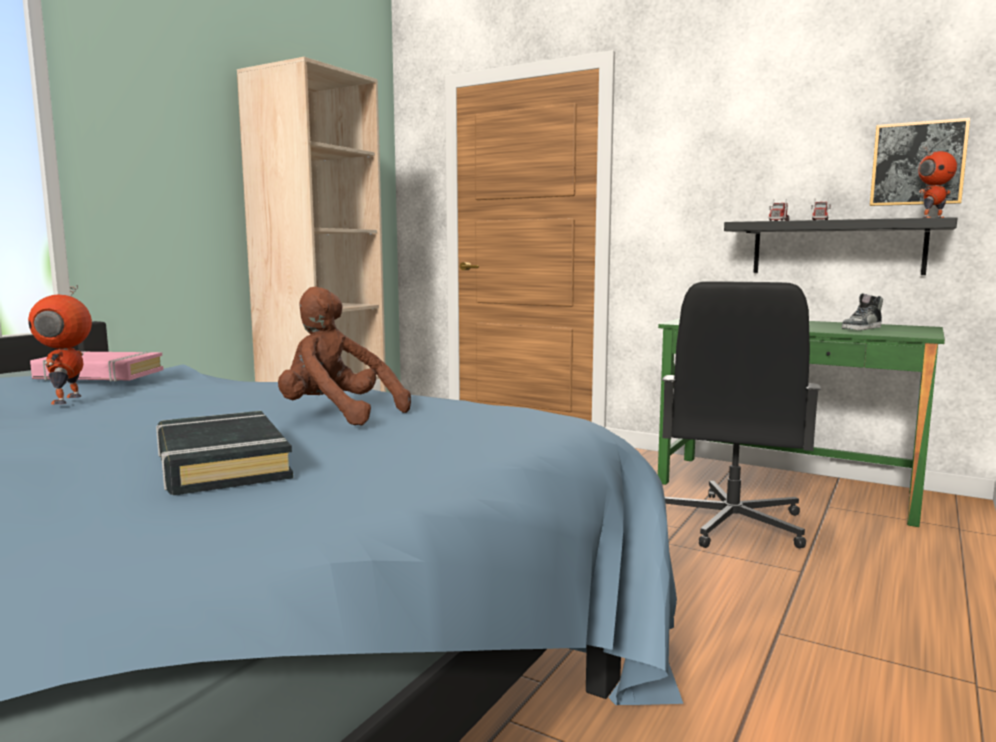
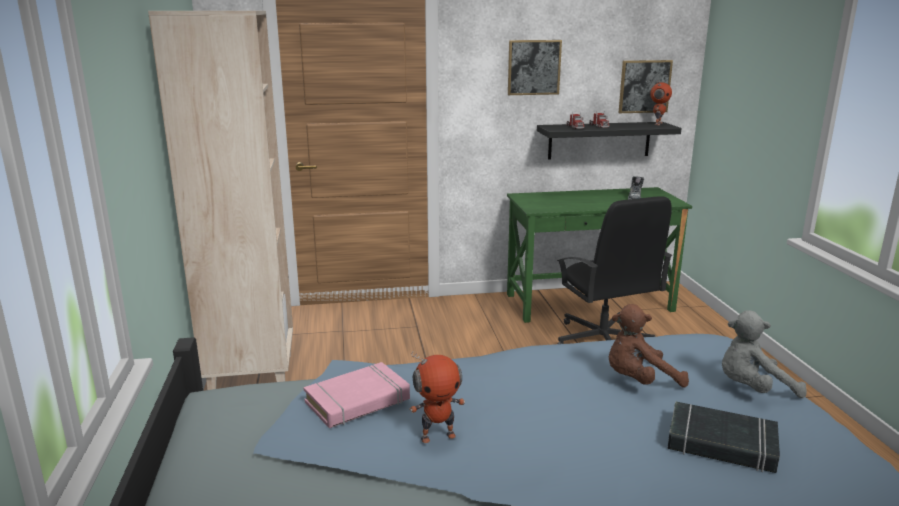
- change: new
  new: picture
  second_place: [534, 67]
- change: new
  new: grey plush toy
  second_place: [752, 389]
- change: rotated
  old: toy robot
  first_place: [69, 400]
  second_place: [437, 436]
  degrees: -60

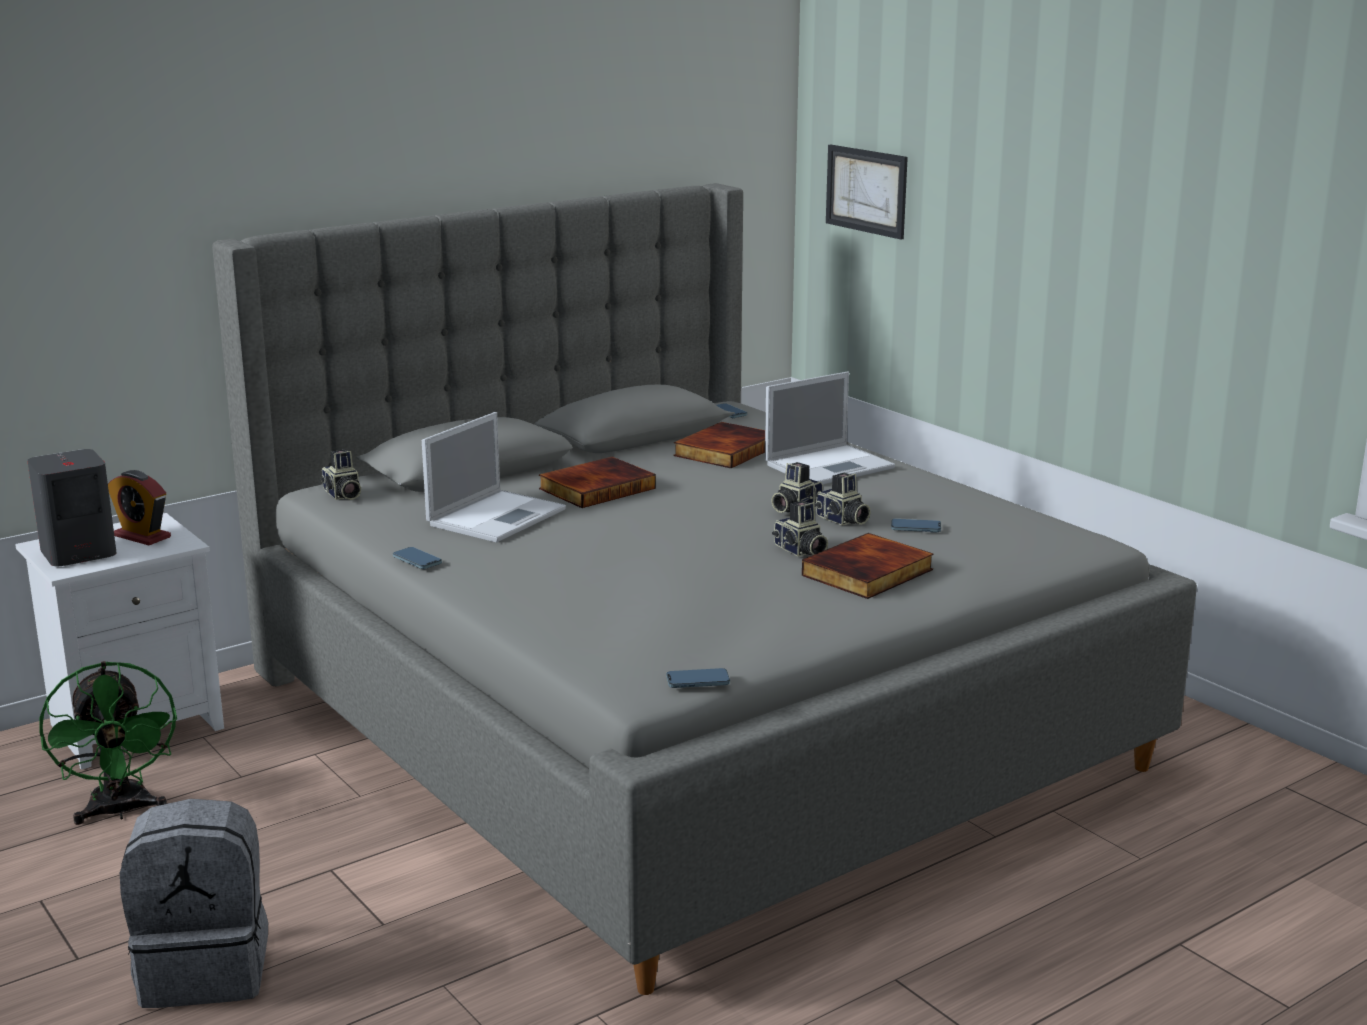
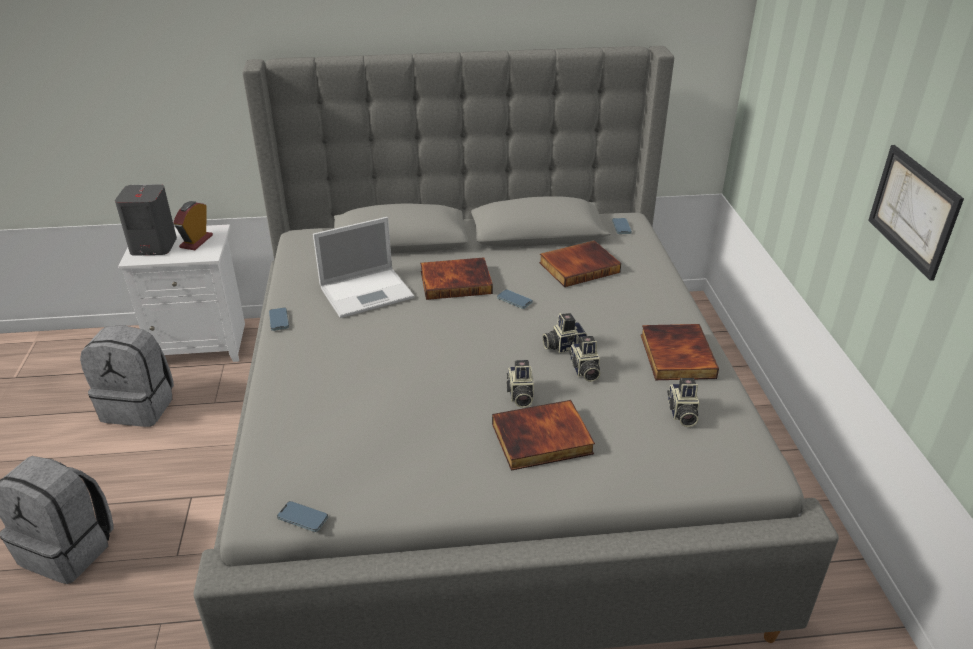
- change: gone
  old: laptop
  first_place: [830, 466]
- change: new
  new: book
  second_place: [675, 355]
- change: shifted
  old: photo camera
  first_place: [342, 495]
  second_place: [681, 413]
- change: shifted
  old: picture
  first_place: [866, 190]
  second_place: [914, 210]
- change: shifted
  old: phone
  first_place: [915, 528]
  second_place: [514, 300]
- change: swapped
  old: green fan
  new: grey backpack
  first_place: [120, 811]
  second_place: [140, 406]
- change: rotated
  old: alarm clock
  first_place: [142, 536]
  second_place: [196, 241]
  degrees: 45

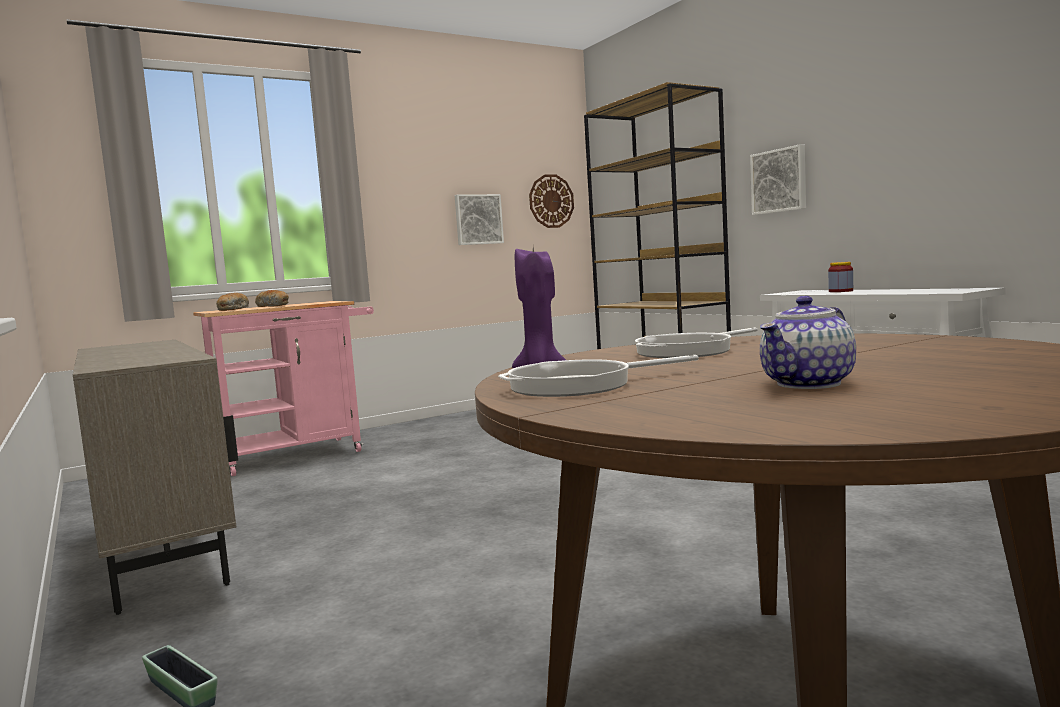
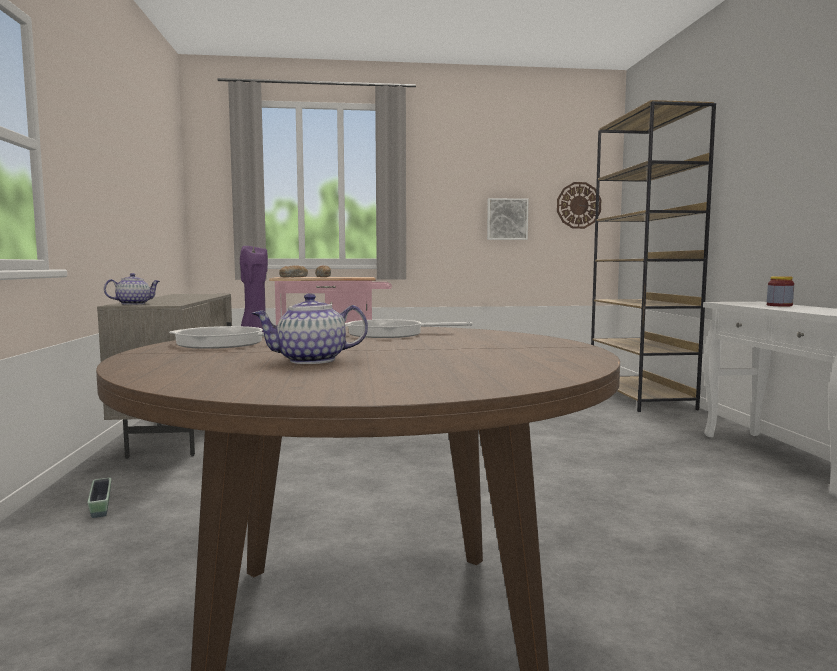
- change: gone
  old: picture
  first_place: [779, 181]
- change: new
  new: teapot
  second_place: [133, 304]

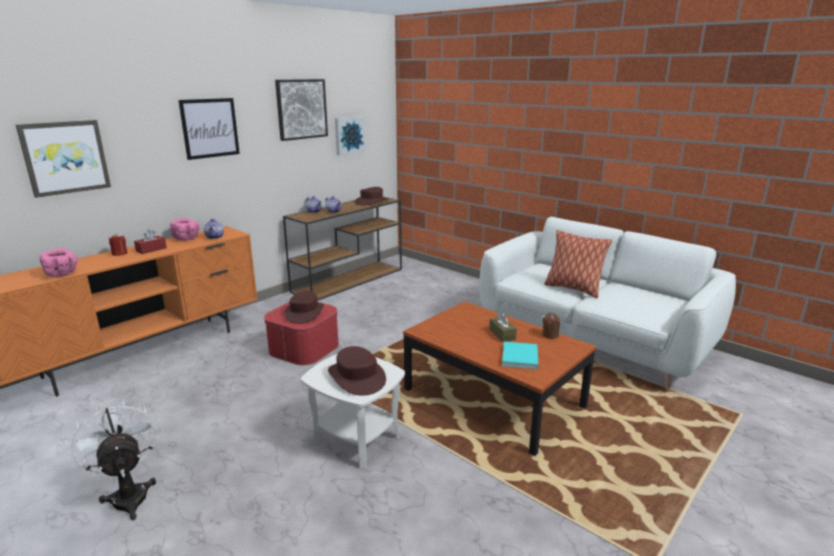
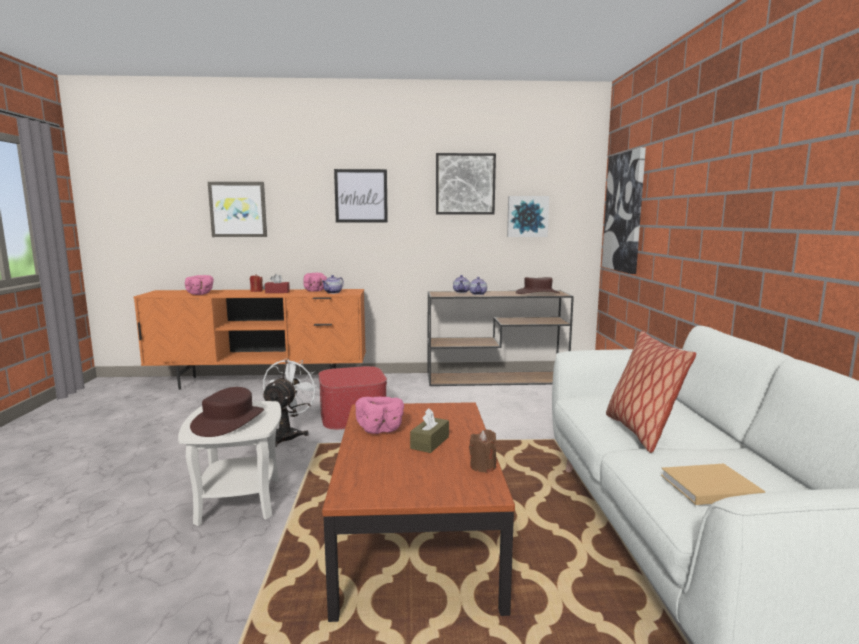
- change: gone
  old: brown hat
  first_place: [304, 313]
- change: gone
  old: turquoise book
  first_place: [520, 357]
- change: new
  new: pink bowl
  second_place: [381, 429]
- change: new
  new: picture
  second_place: [624, 212]
- change: new
  new: beige book
  second_place: [707, 487]
- change: shifted
  old: white fan
  first_place: [129, 494]
  second_place: [288, 434]

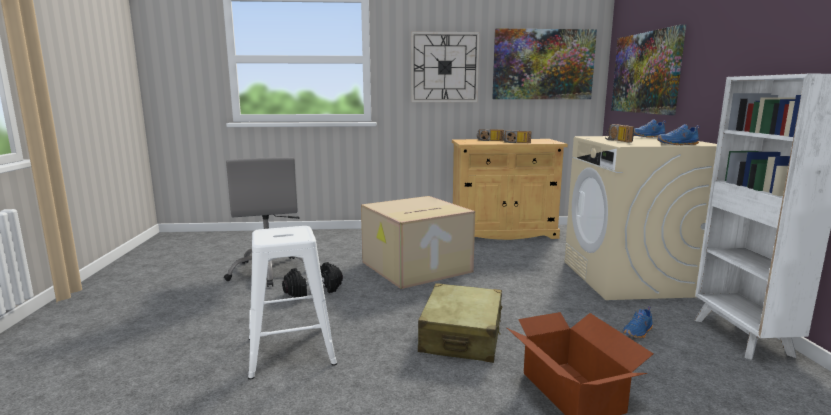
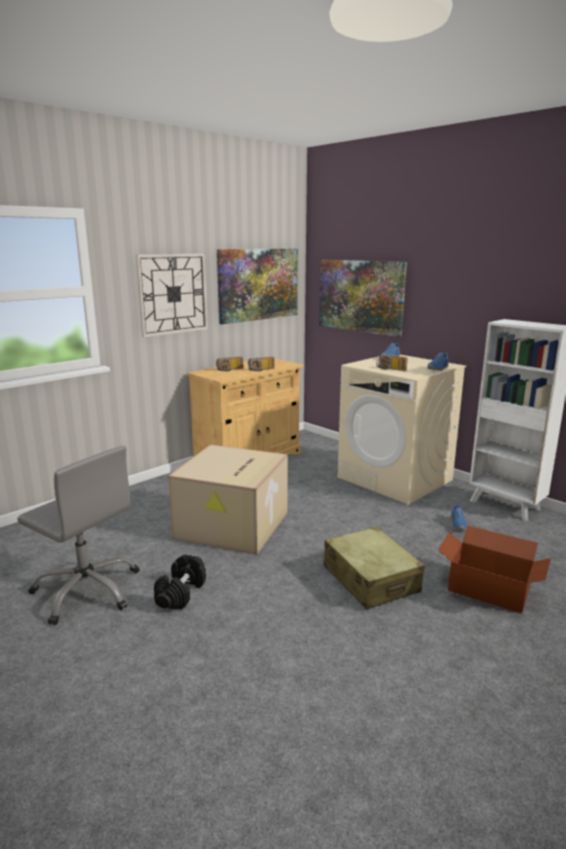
- change: gone
  old: white stool
  first_place: [291, 350]

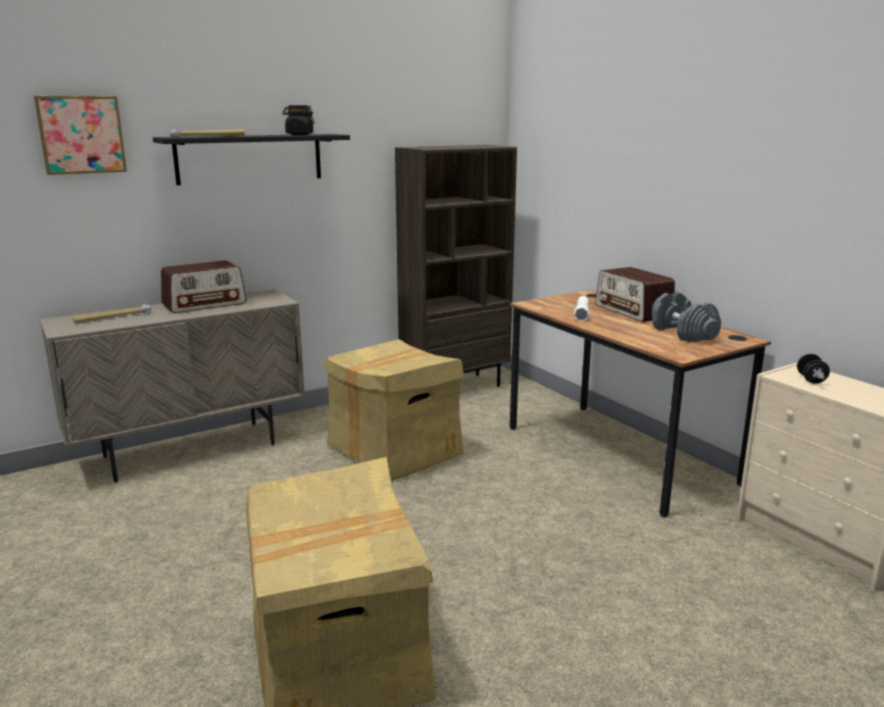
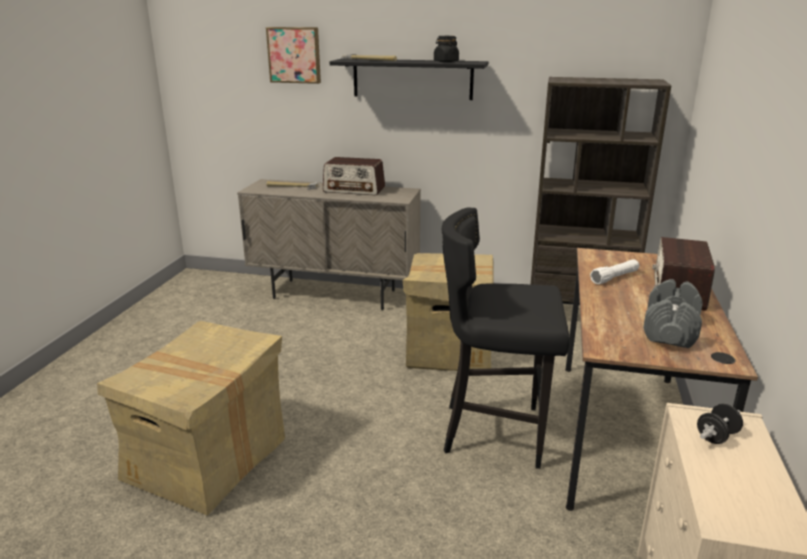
- change: new
  new: black stool
  second_place: [495, 432]

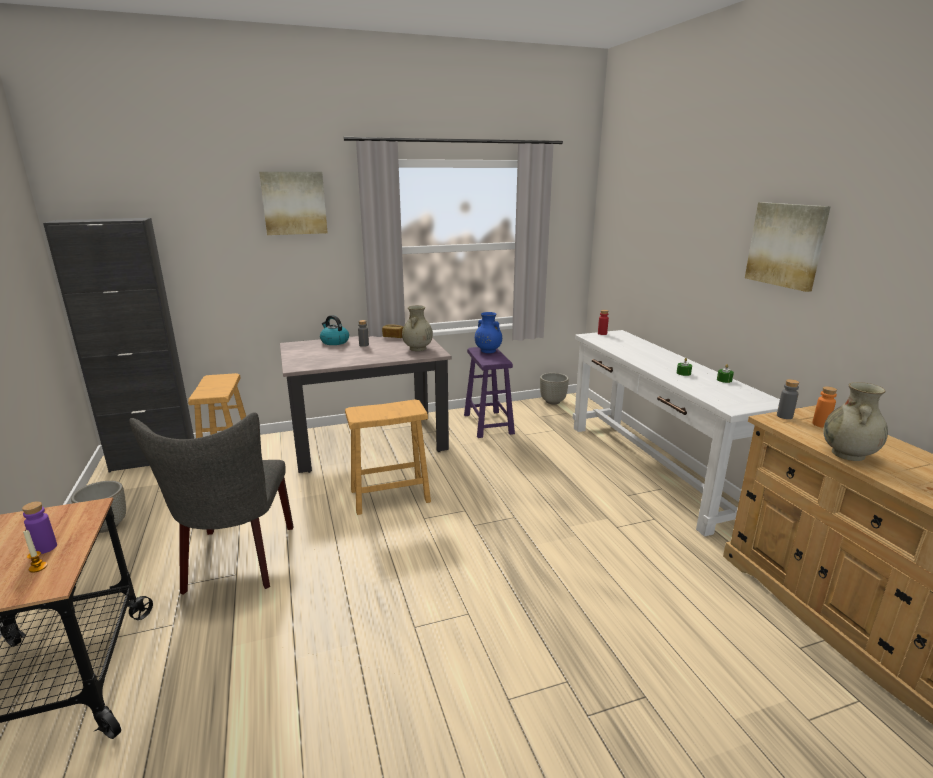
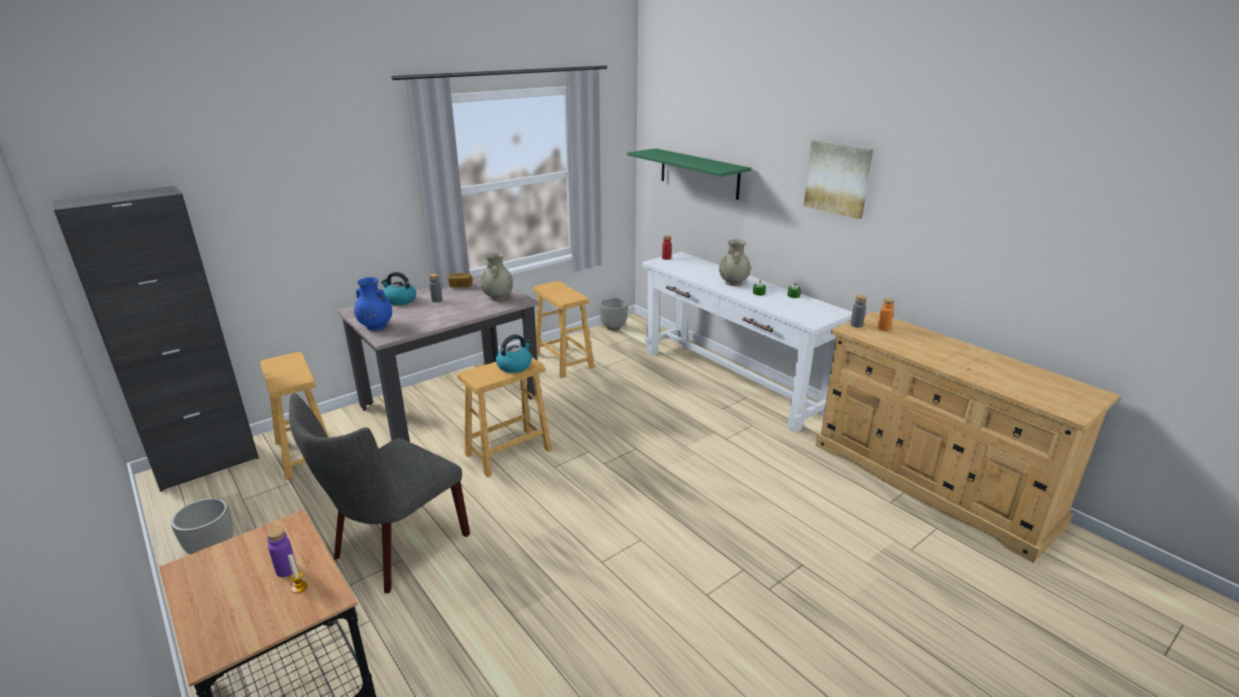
- change: gone
  old: picture
  first_place: [294, 203]
- change: new
  new: kettle
  second_place: [515, 366]
- change: new
  new: green shelf
  second_place: [699, 173]
- change: shifted
  old: blue vase
  first_place: [487, 351]
  second_place: [375, 326]
- change: shifted
  old: beige vase
  first_place: [848, 455]
  second_place: [733, 283]
- change: repainted
  old: purple stool
  new: brown stool
  first_place: [488, 424]
  second_place: [563, 361]
- change: rotated
  old: grey chair
  first_place: [237, 563]
  second_place: [394, 549]
  degrees: 60

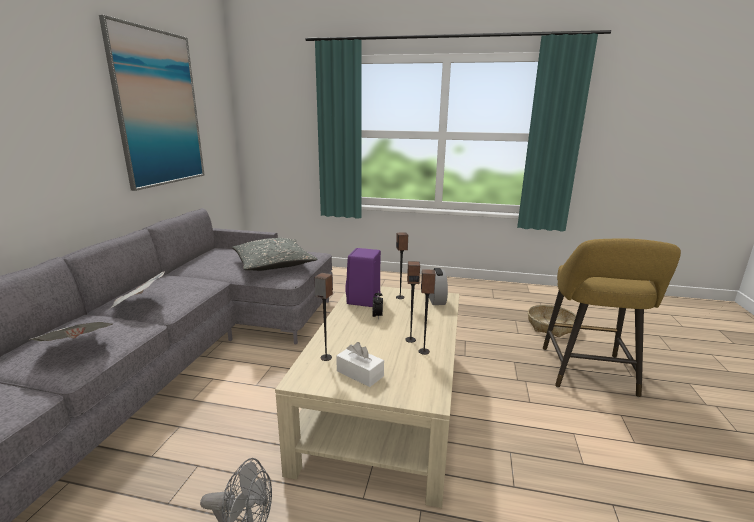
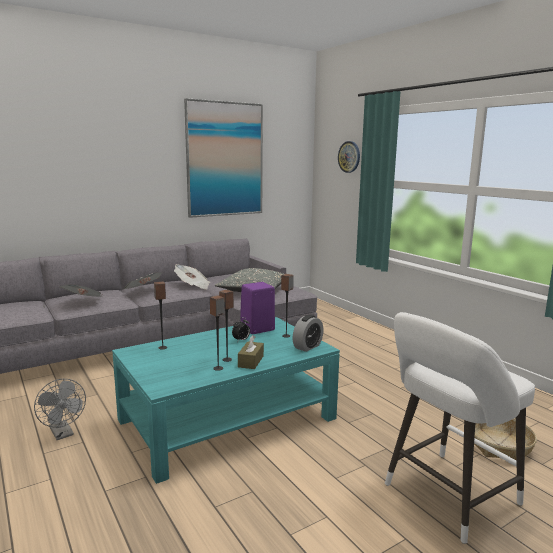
- change: gone
  old: white tissue box
  first_place: [360, 373]
- change: new
  new: newspaper
  second_place: [193, 286]
- change: new
  new: brown tissue box
  second_place: [251, 361]
- change: new
  new: wall clock
  second_place: [349, 157]
- change: repainted
  old: beige coffee table
  new: turquoise coffee table
  first_place: [385, 404]
  second_place: [228, 418]
- change: repainted
  old: yellow stool
  new: white stool
  first_place: [589, 374]
  second_place: [446, 497]

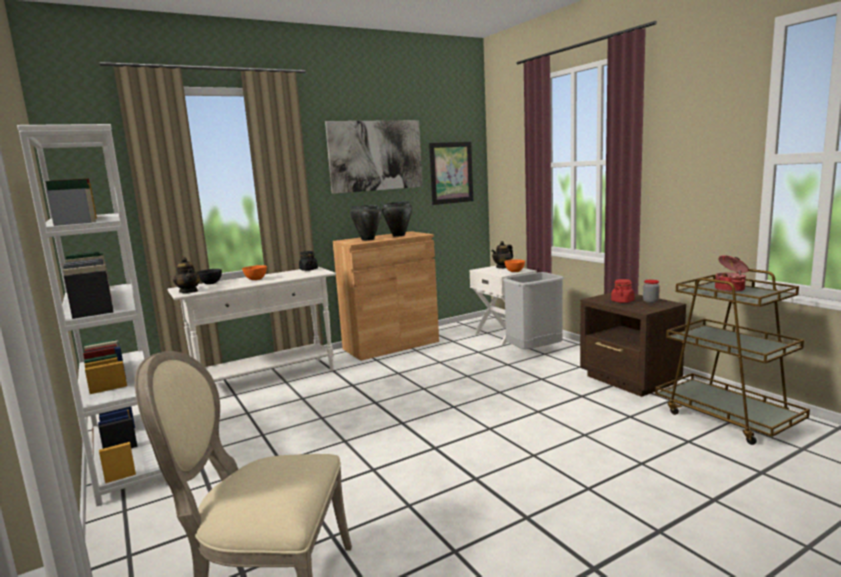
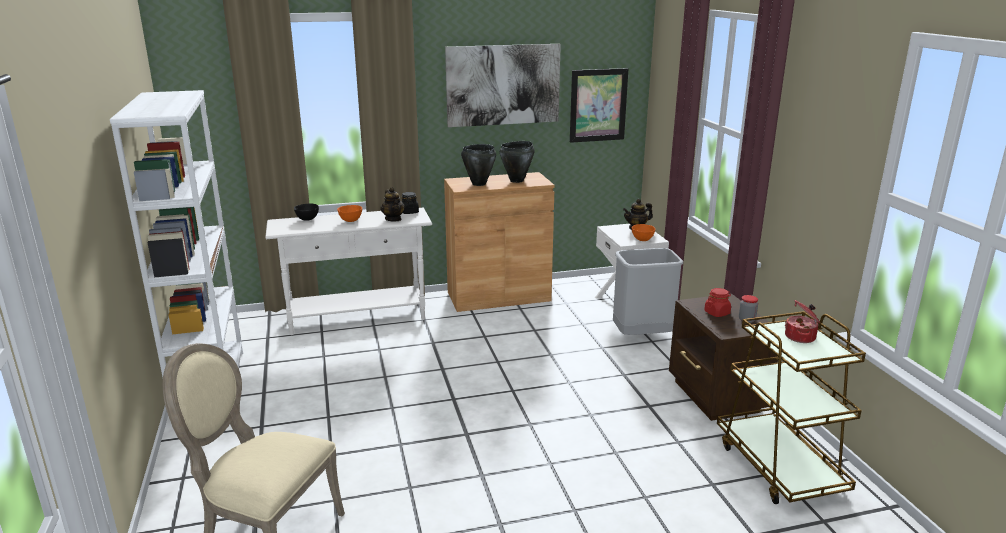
- change: shifted
  old: teapot
  first_place: [189, 291]
  second_place: [393, 219]

